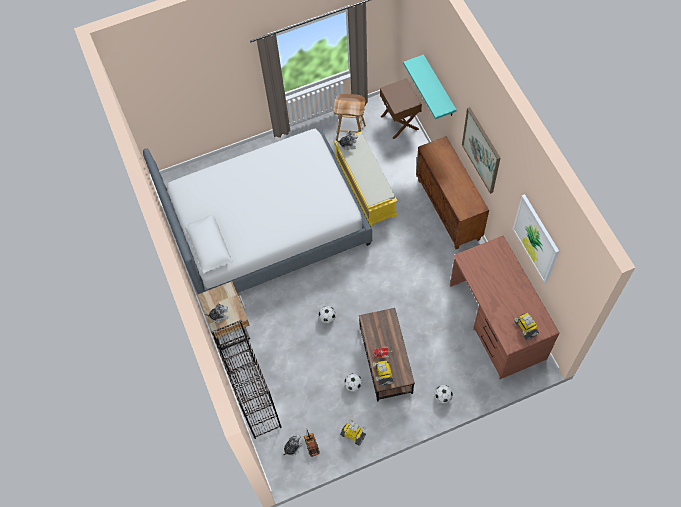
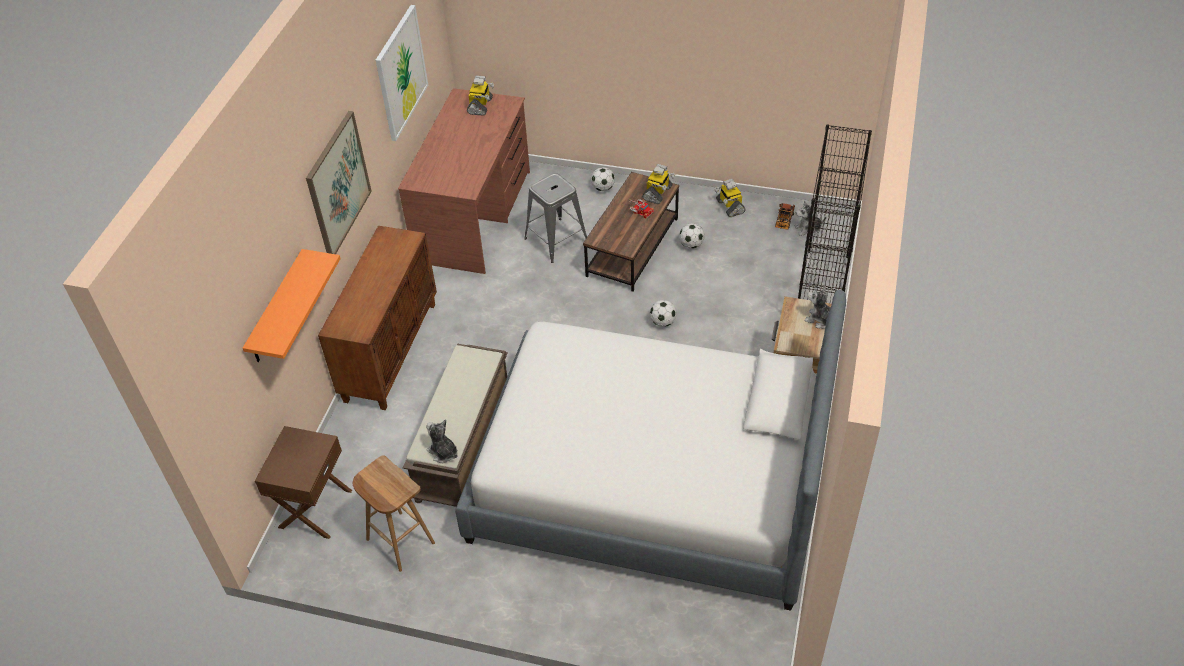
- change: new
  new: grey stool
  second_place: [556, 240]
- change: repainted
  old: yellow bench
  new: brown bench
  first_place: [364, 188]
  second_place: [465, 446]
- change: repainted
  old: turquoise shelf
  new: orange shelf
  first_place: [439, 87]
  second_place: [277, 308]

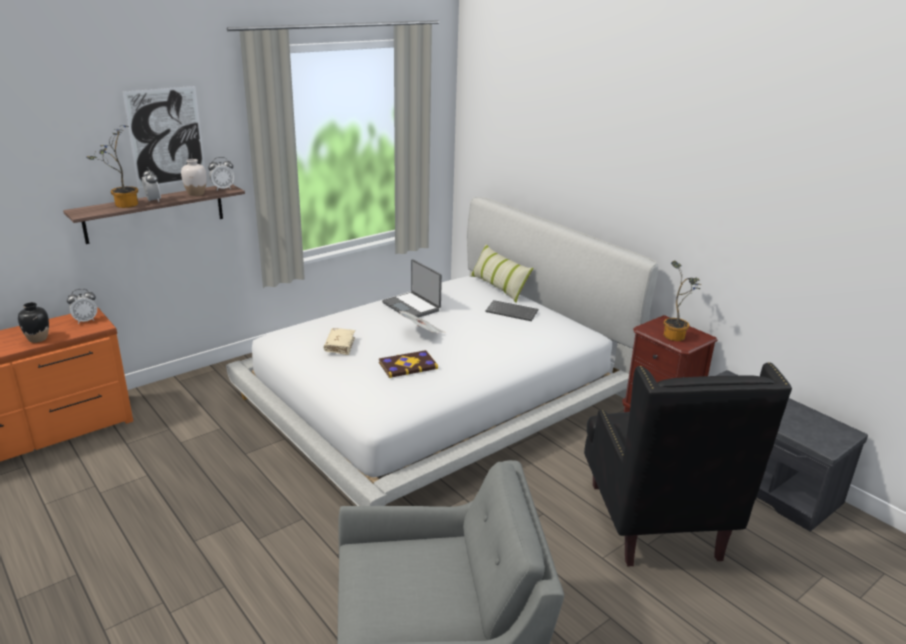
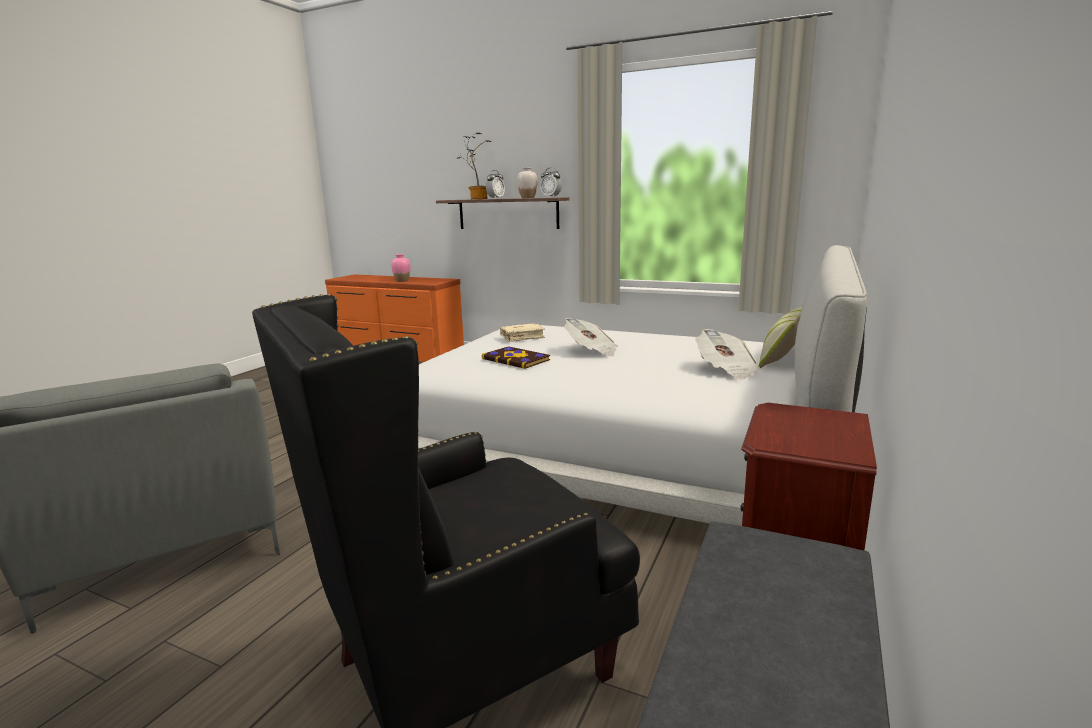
- change: gone
  old: alarm clock
  first_place: [85, 320]
- change: gone
  old: picture
  first_place: [166, 137]
- change: gone
  old: laptop
  first_place: [412, 306]
- change: gone
  old: potted plant
  first_place: [676, 335]
- change: swapped
  old: keyboard
  new: newspaper
  first_place: [512, 312]
  second_place: [726, 370]
- change: repainted
  old: black vase
  new: pink vase
  first_place: [38, 339]
  second_place: [402, 281]

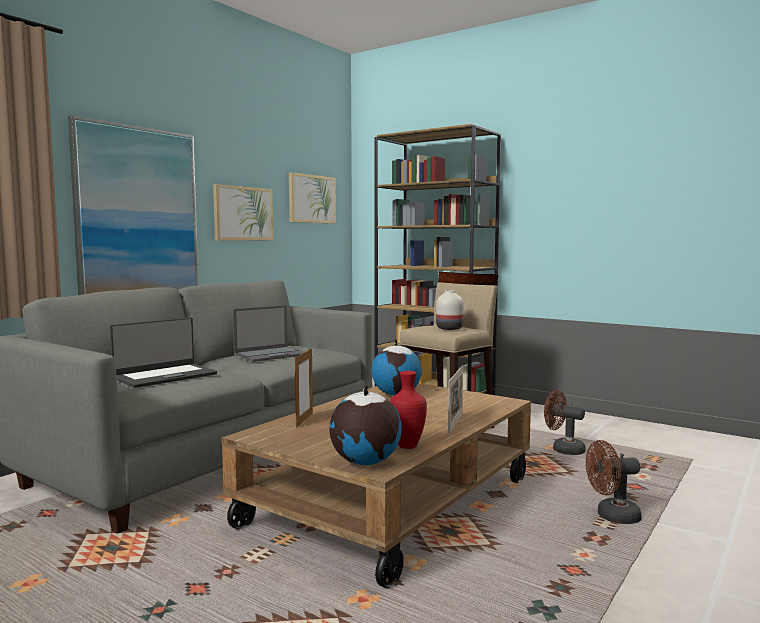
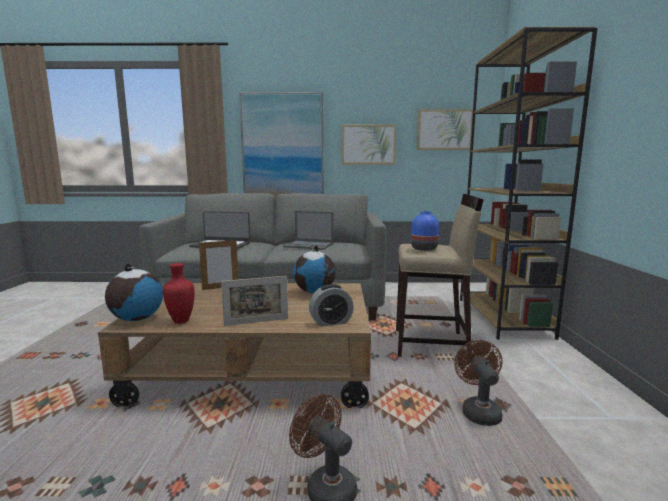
- change: new
  new: alarm clock
  second_place: [331, 322]
- change: repainted
  old: white vase
  new: blue vase
  first_place: [449, 328]
  second_place: [424, 249]

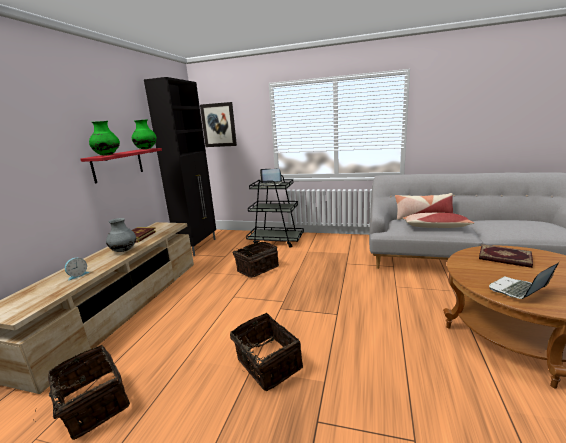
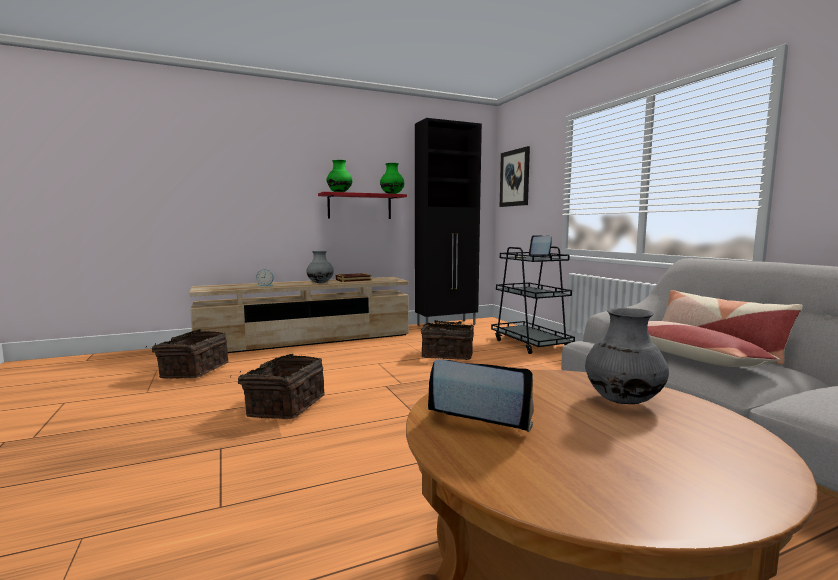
- change: swapped
  old: book
  new: grey vase
  first_place: [504, 258]
  second_place: [622, 401]

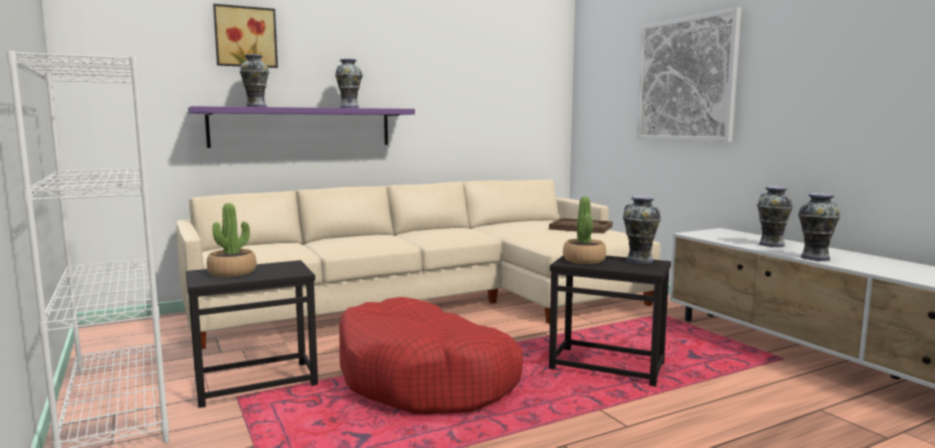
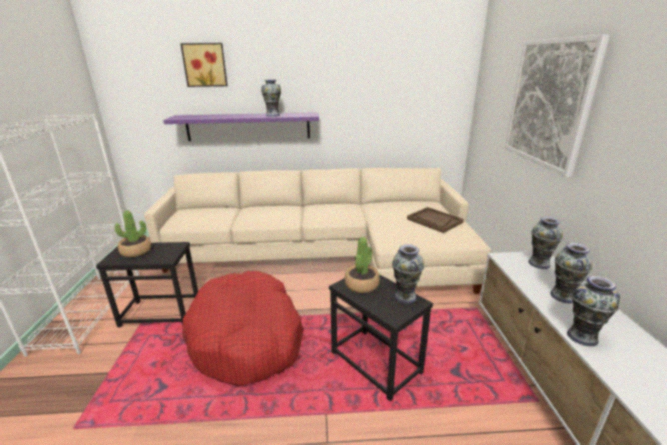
- change: shifted
  old: vase
  first_place: [255, 107]
  second_place: [538, 263]

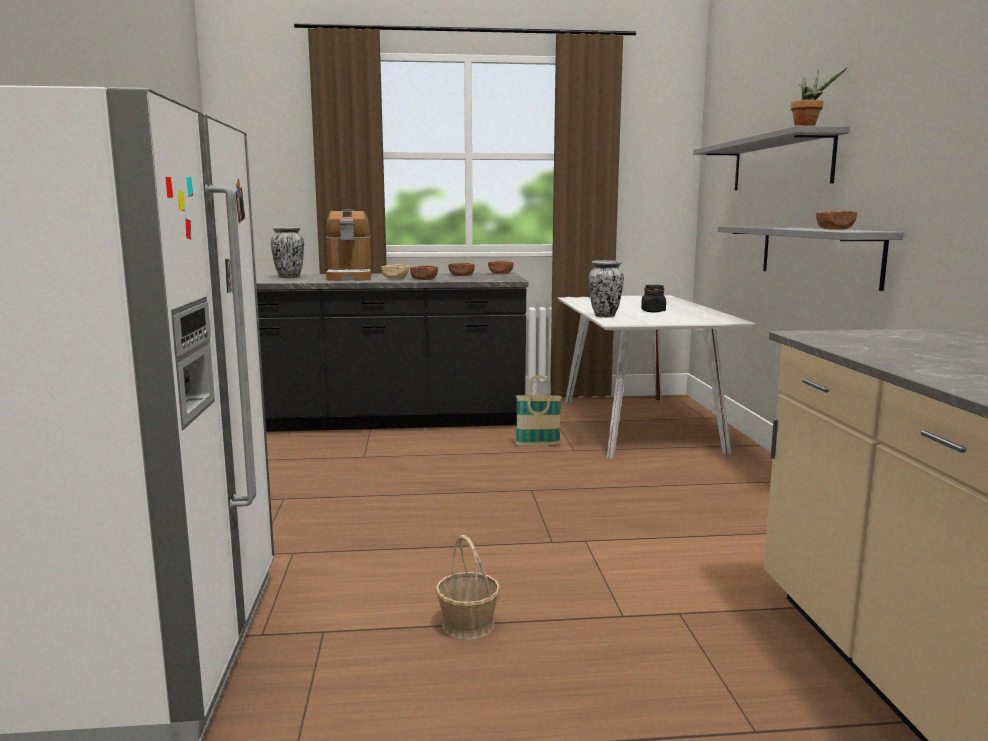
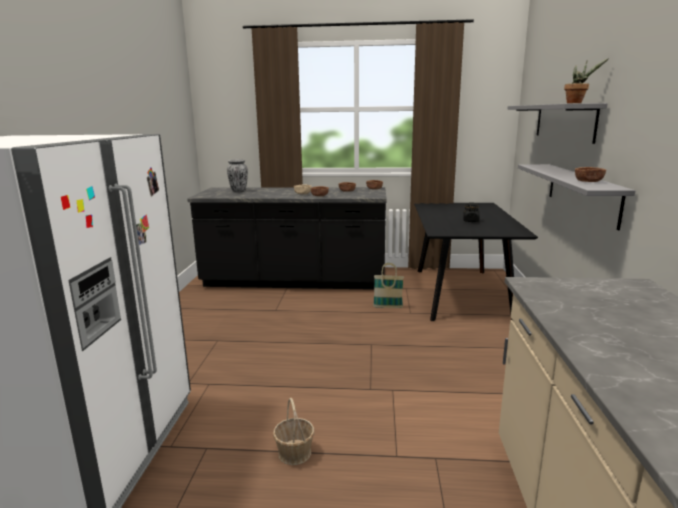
- change: gone
  old: coffee machine
  first_place: [350, 277]
- change: gone
  old: vase
  first_place: [605, 316]
- change: repainted
  old: white dining table
  new: black dining table
  first_place: [636, 424]
  second_place: [459, 293]

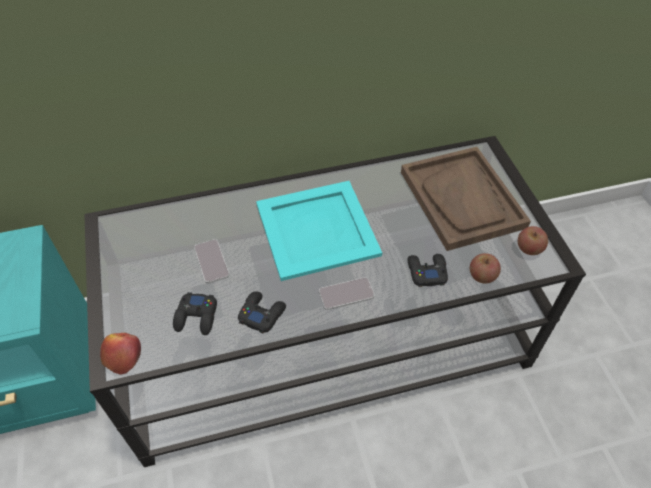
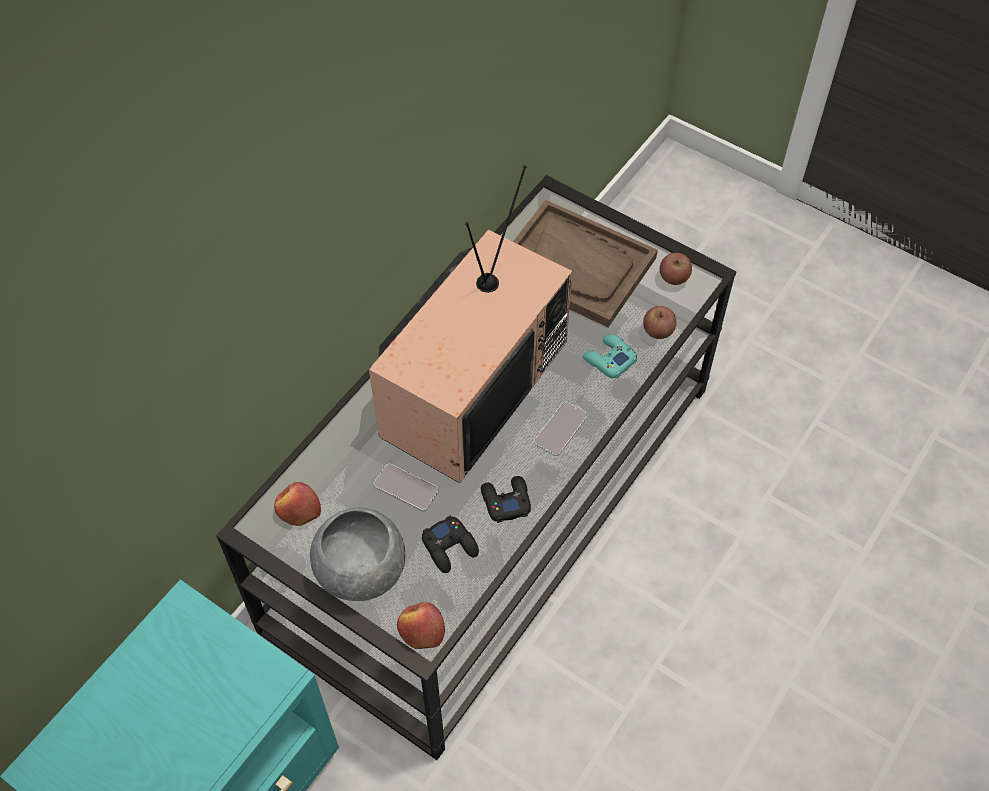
- change: new
  new: apple
  second_place: [298, 509]
- change: new
  new: grey bowl
  second_place: [361, 569]
- change: swapped
  old: turquoise tray
  new: television
  first_place: [317, 228]
  second_place: [472, 385]
- change: repainted
  old: black game controller
  new: turquoise game controller
  first_place: [426, 272]
  second_place: [609, 360]

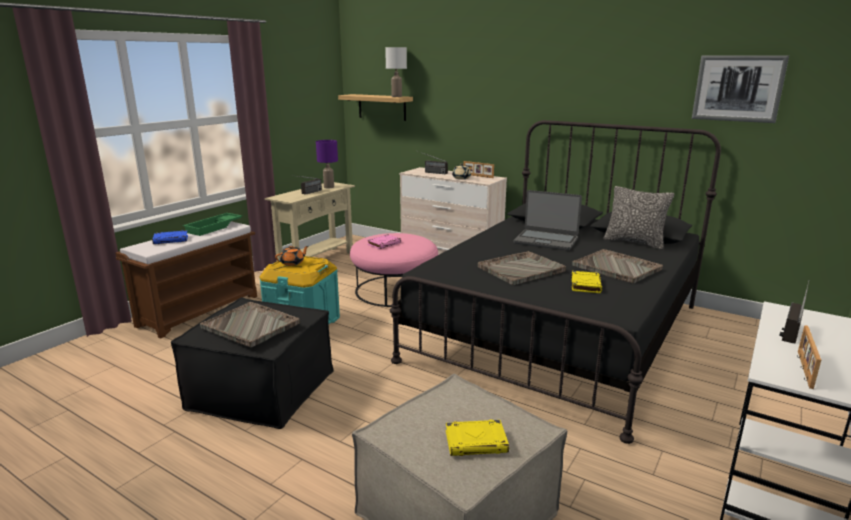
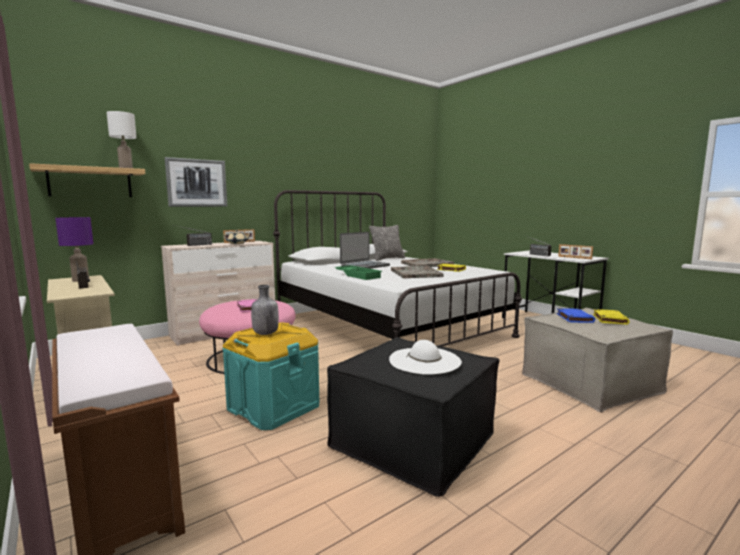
- change: shifted
  old: blue book
  first_place: [171, 240]
  second_place: [574, 318]
- change: shifted
  old: green tray
  first_place: [214, 227]
  second_place: [358, 275]
- change: shifted
  old: picture
  first_place: [738, 88]
  second_place: [197, 183]
- change: swapped
  old: grey tray
  new: white hat
  first_place: [251, 326]
  second_place: [425, 360]
- change: swapped
  old: orange teapot
  new: grey bottle
  first_place: [293, 263]
  second_place: [265, 333]
- change: repainted
  old: black bed
  new: white bed
  first_place: [558, 332]
  second_place: [388, 326]

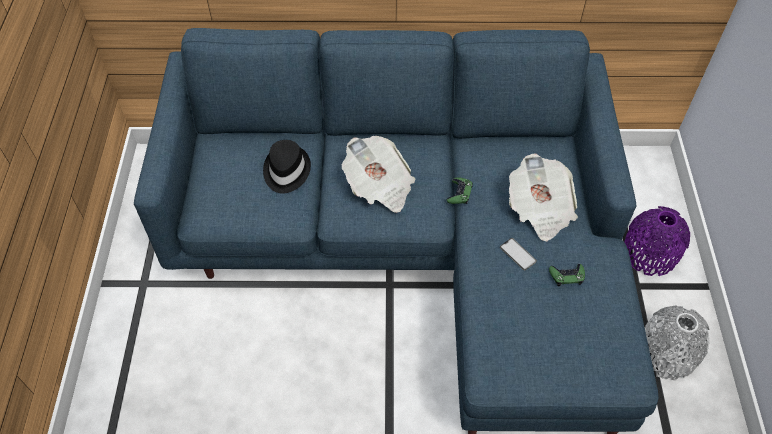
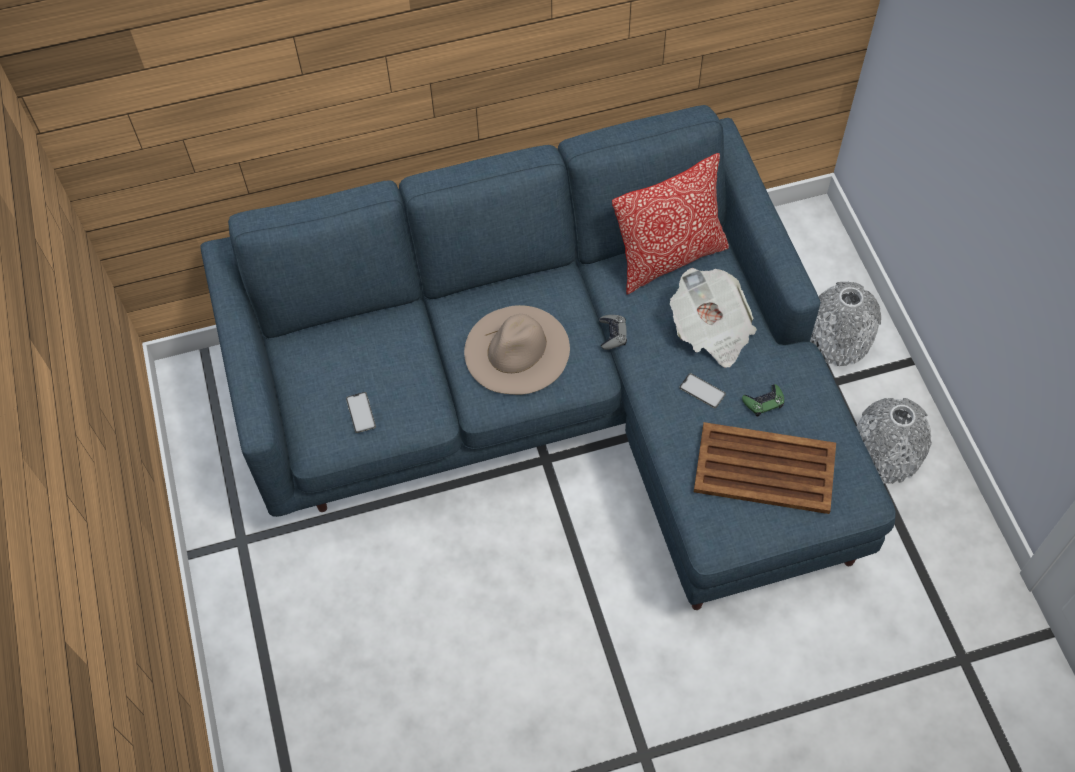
- change: gone
  old: black hat
  first_place: [286, 171]
- change: new
  new: phone
  second_place: [361, 412]
- change: new
  new: pillow
  second_place: [669, 258]
- change: new
  new: brown tray
  second_place: [763, 468]
- change: swapped
  old: newspaper
  new: beige hat
  first_place: [379, 186]
  second_place: [517, 350]
- change: repainted
  old: green game controller
  new: grey game controller
  first_place: [459, 193]
  second_place: [613, 334]
- change: repainted
  old: purple vase
  new: grey vase
  first_place: [649, 253]
  second_place: [837, 338]

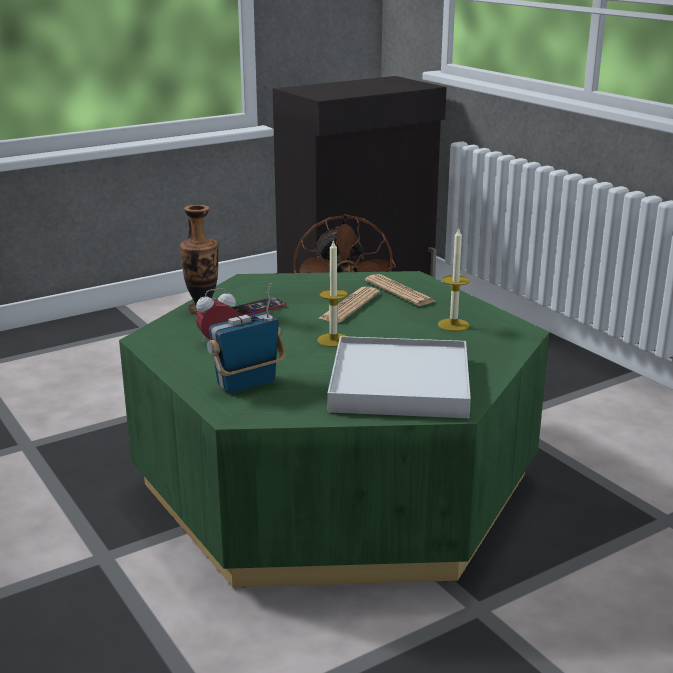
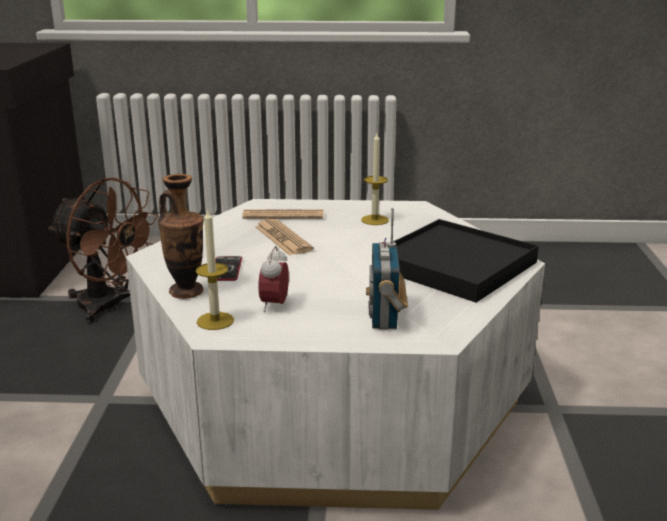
- change: shifted
  old: candle
  first_place: [333, 340]
  second_place: [215, 321]
- change: repainted
  old: green coffee table
  new: white coffee table
  first_place: [336, 481]
  second_place: [333, 400]
- change: repainted
  old: white tray
  new: black tray
  first_place: [399, 384]
  second_place: [454, 265]

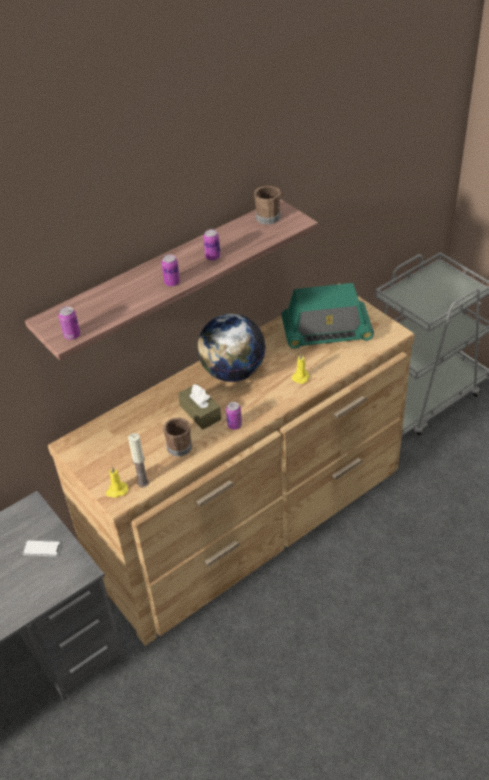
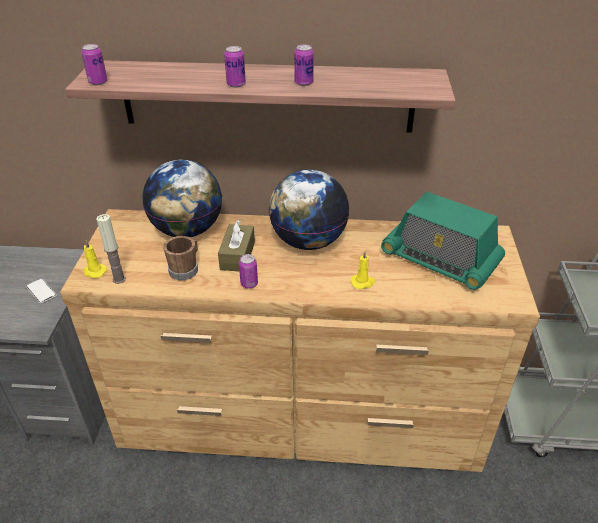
- change: gone
  old: brown mug
  first_place: [269, 216]
- change: new
  new: globe
  second_place: [187, 230]

